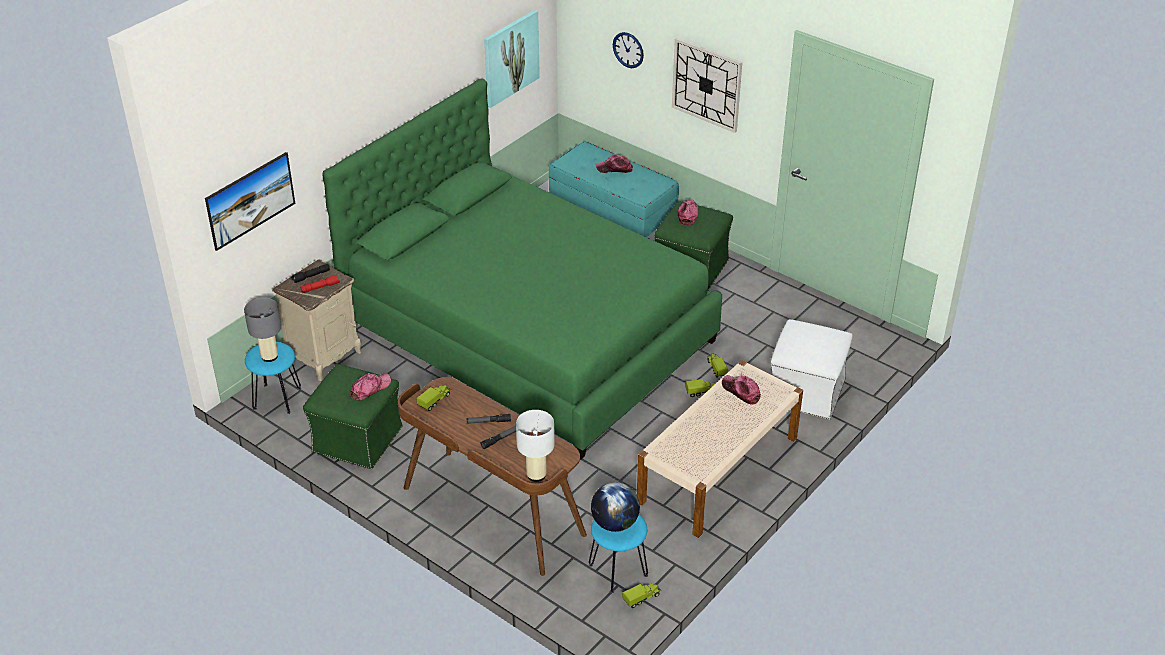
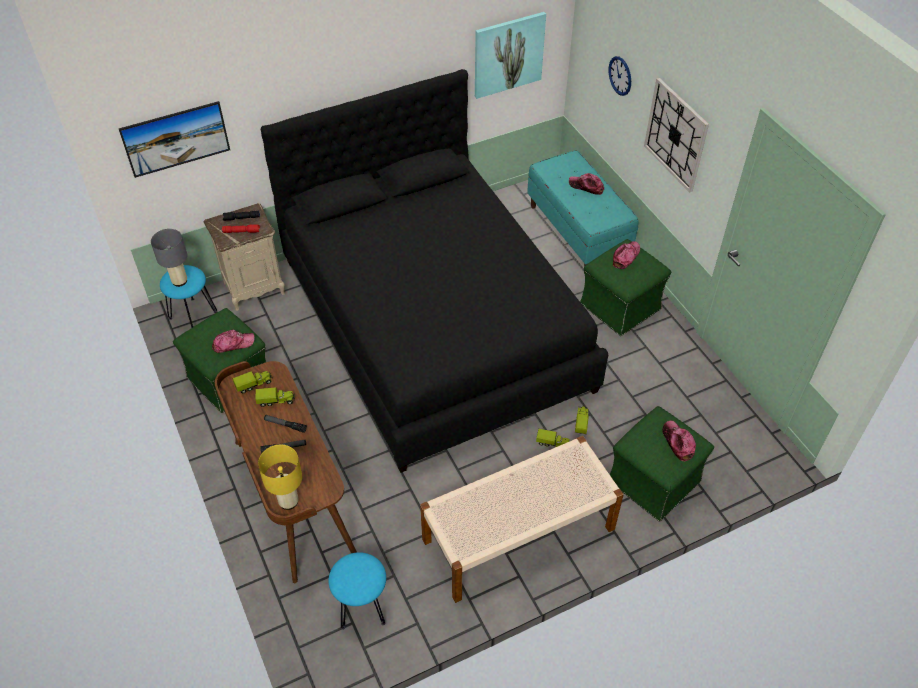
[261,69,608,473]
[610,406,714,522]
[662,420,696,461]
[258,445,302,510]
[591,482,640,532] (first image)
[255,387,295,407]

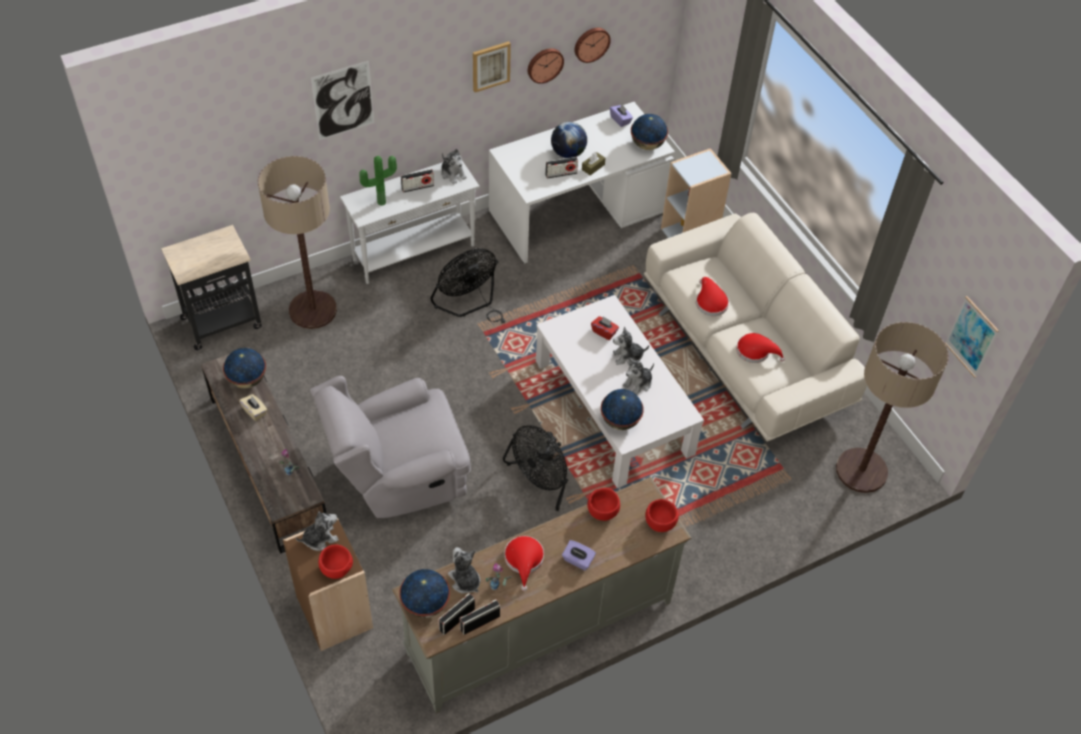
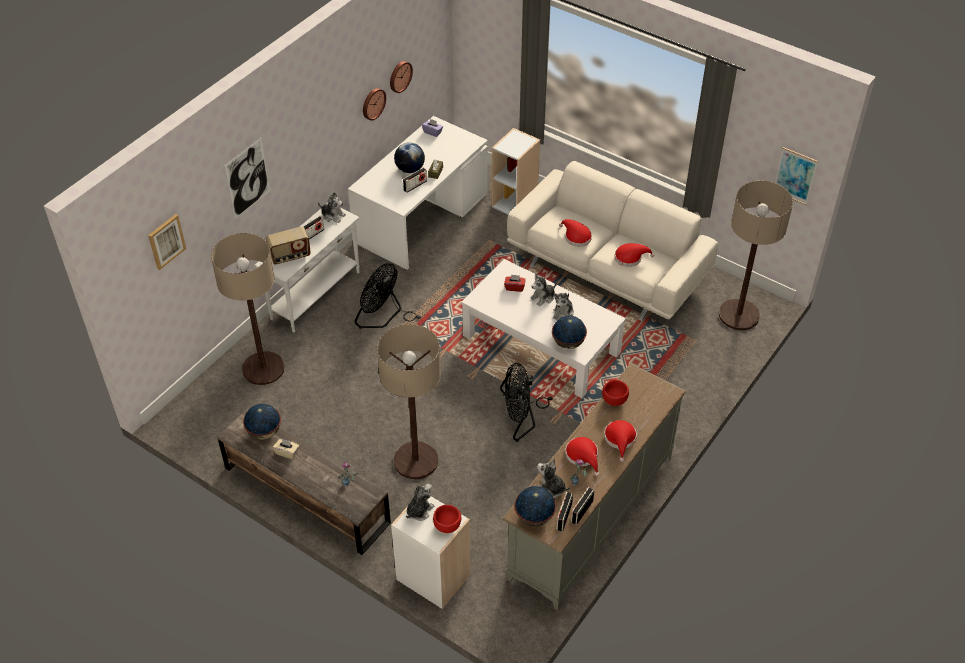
[148,214,186,270]
[631,114,668,150] (first image)
[266,226,311,265]
[161,225,262,350] (first image)
[377,324,441,479]
[500,363,553,442]
[645,499,679,532] (first image)
[391,497,471,609]
[604,420,637,462]

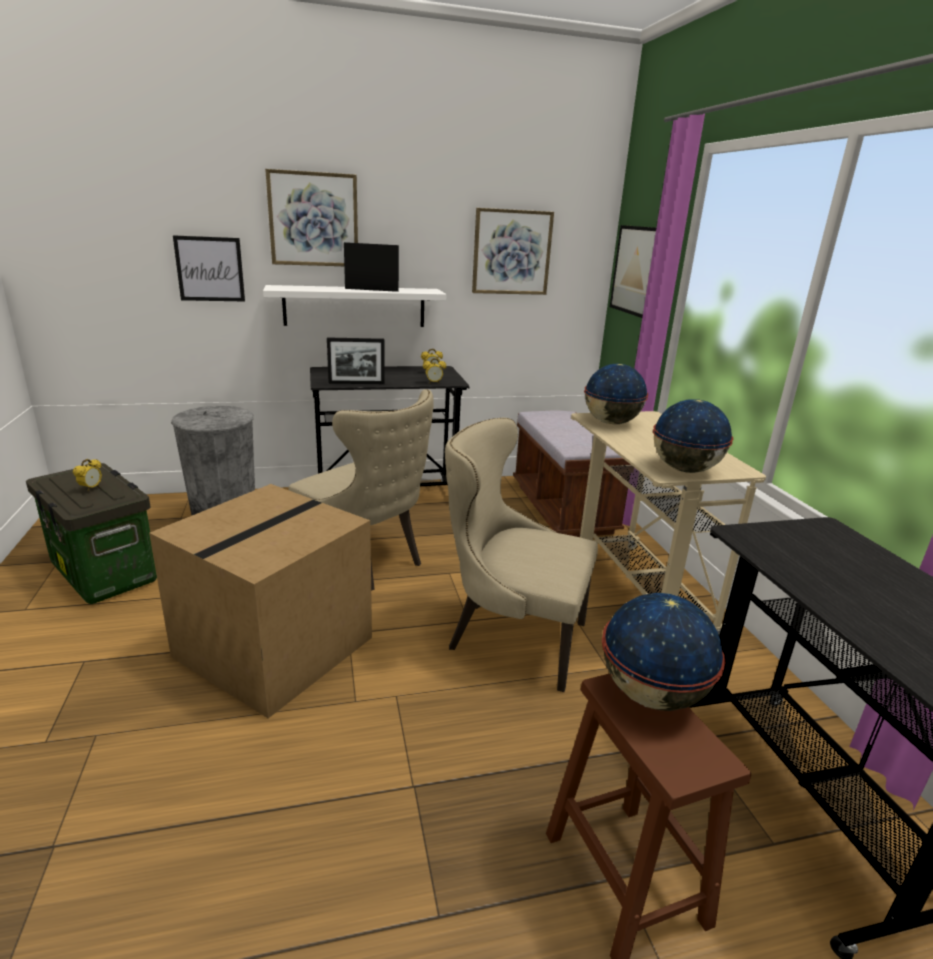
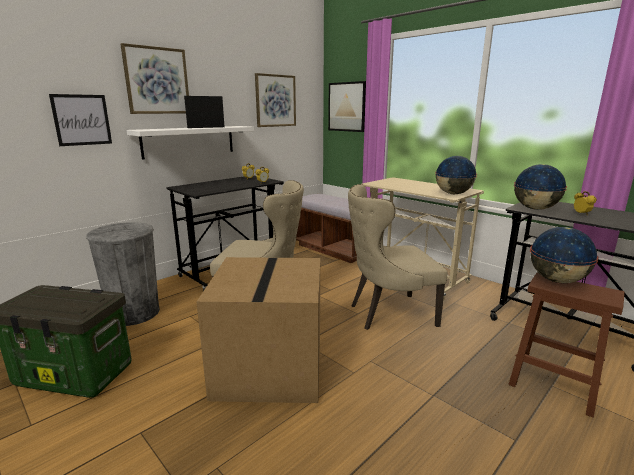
[327,337,385,384] (first image)
[514,164,567,210]
[574,191,597,215]

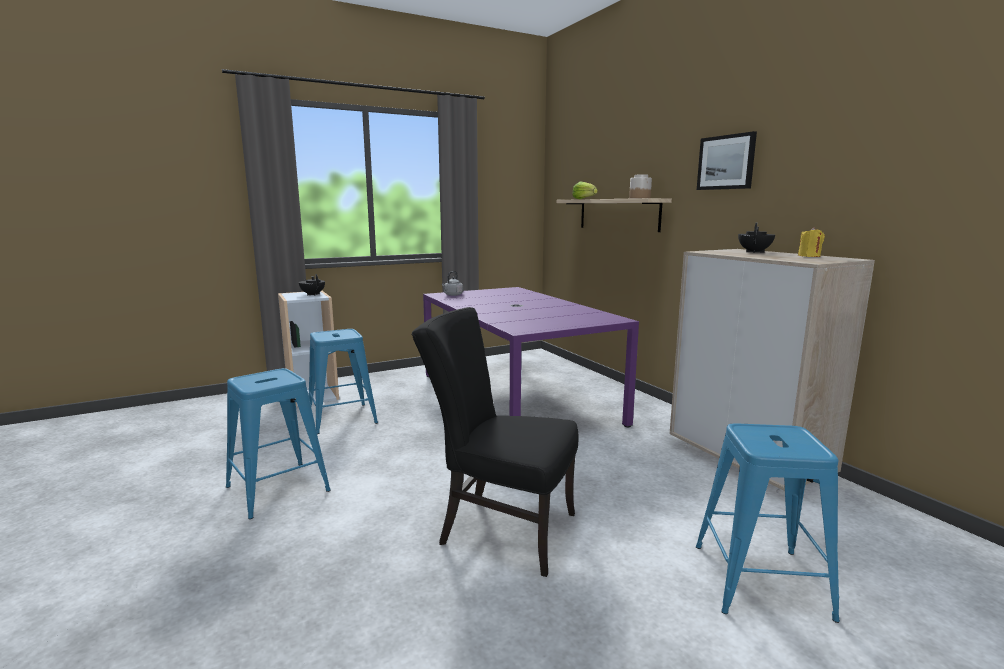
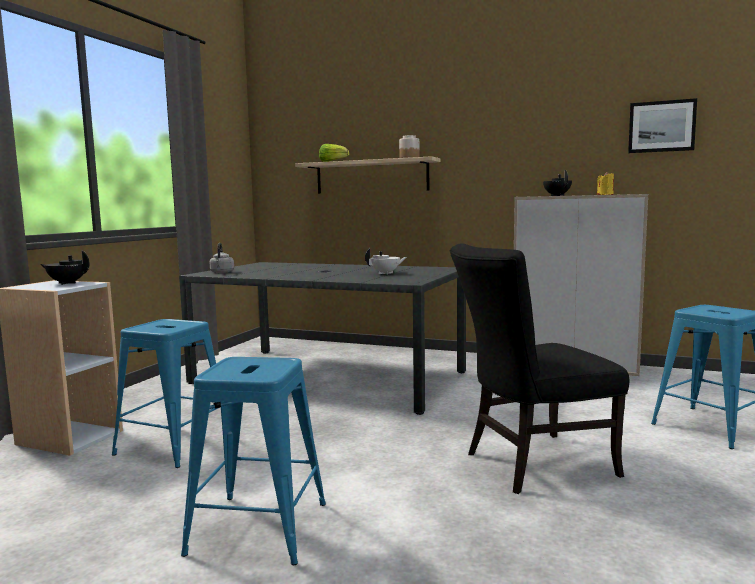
[628,98,697,153]
[179,262,466,415]
[365,248,407,275]

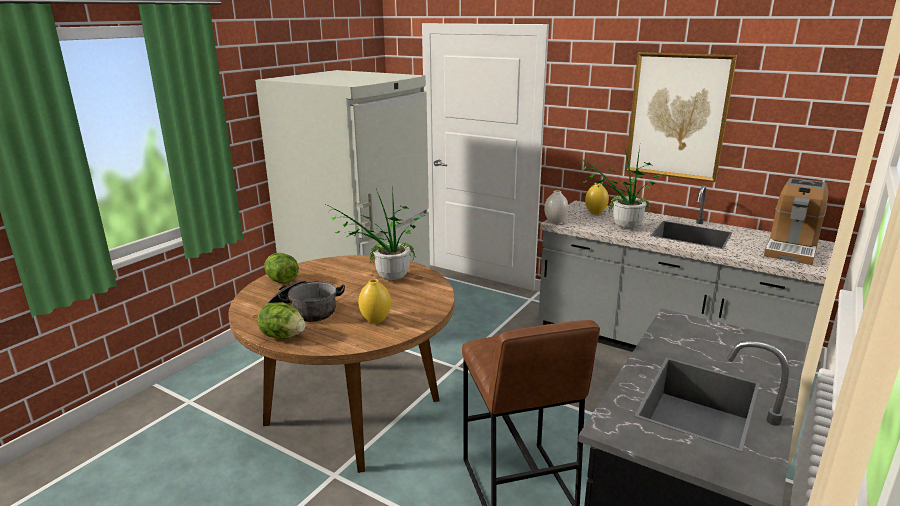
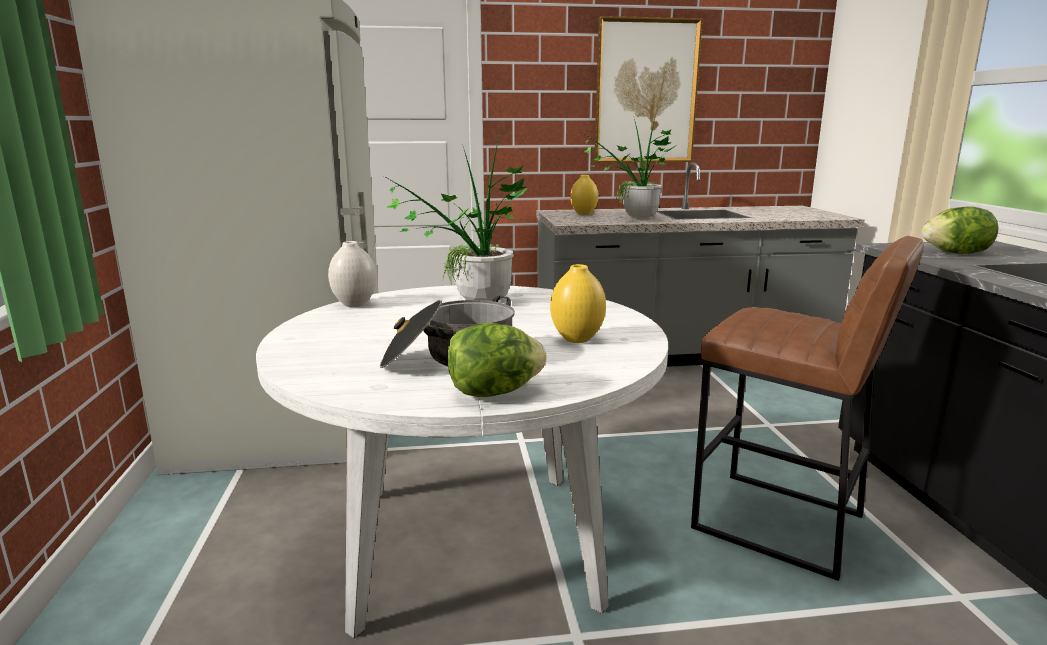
[764,178,829,265] (first image)
[328,241,377,307]
[922,207,999,254]
[256,285,668,638]

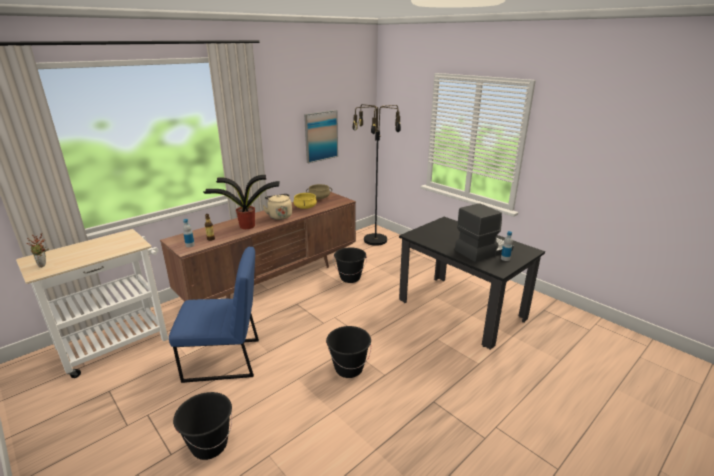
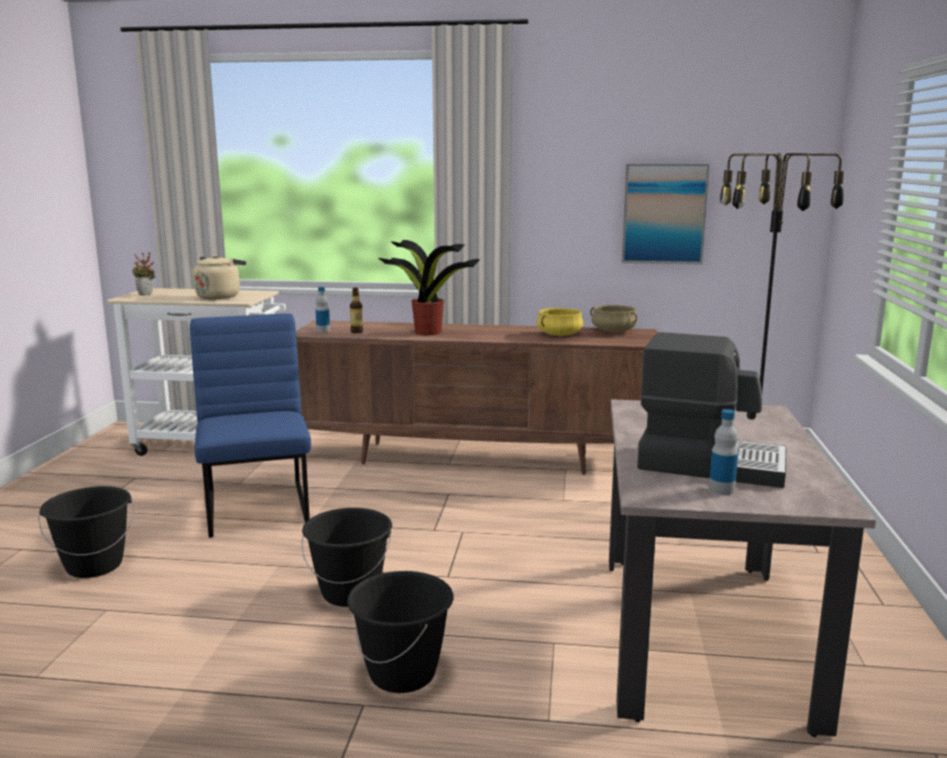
[191,255,246,299]
[609,399,876,737]
[190,313,311,538]
[347,571,453,693]

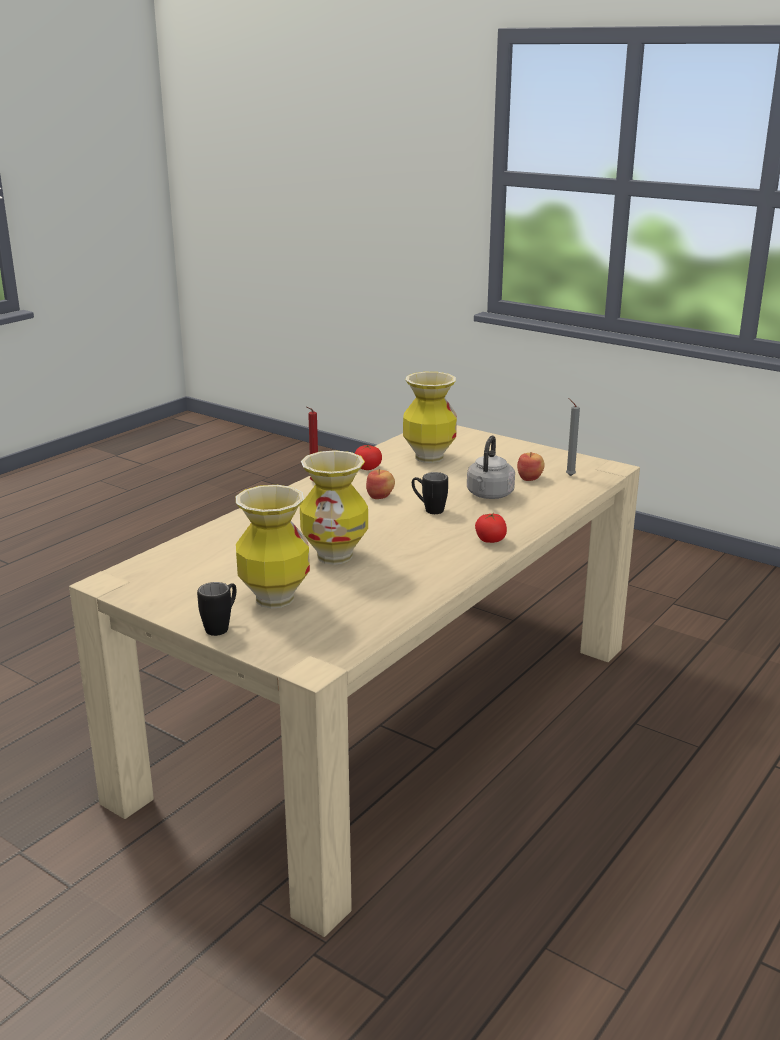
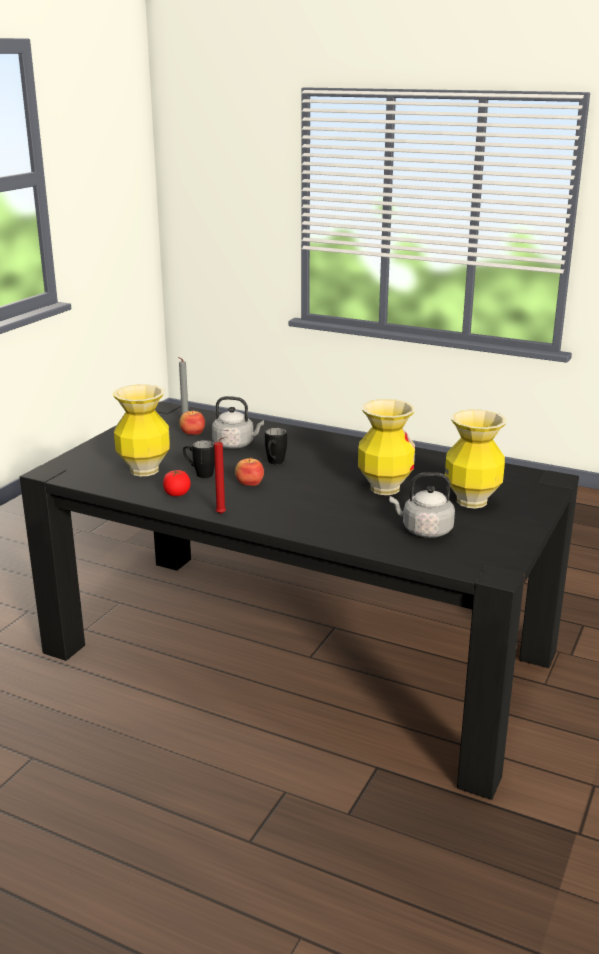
[20,401,579,800]
[475,513,507,543] (first image)
[183,440,215,478]
[389,472,455,538]

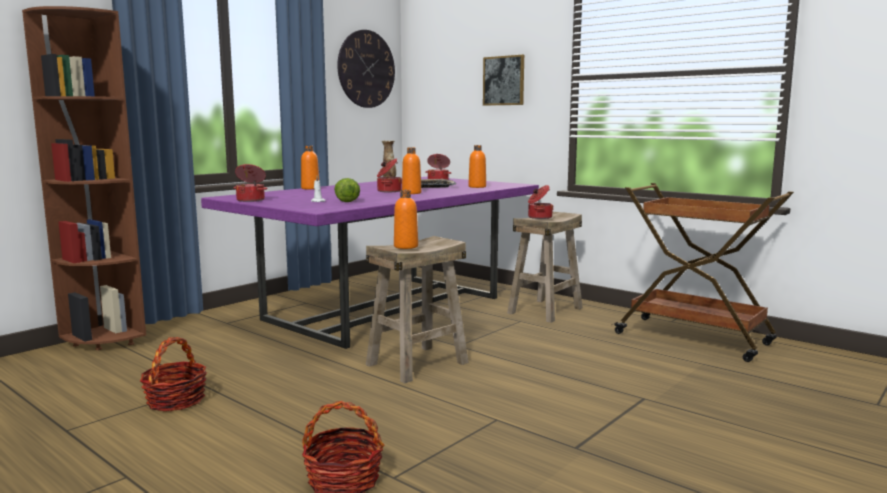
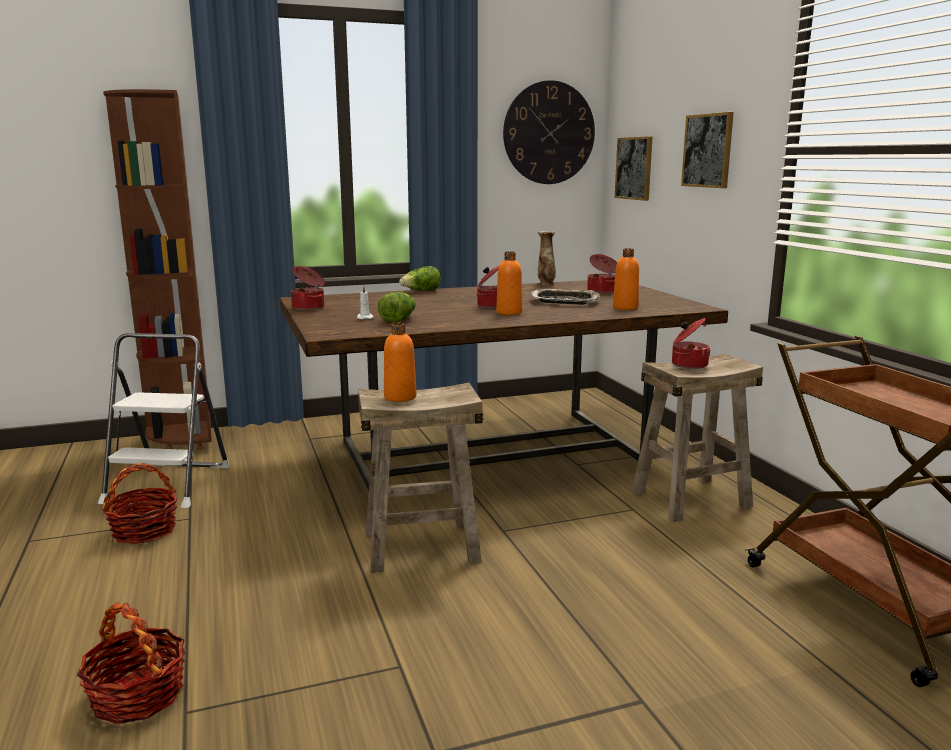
[399,266,441,291]
[280,280,728,491]
[615,136,653,201]
[98,333,229,508]

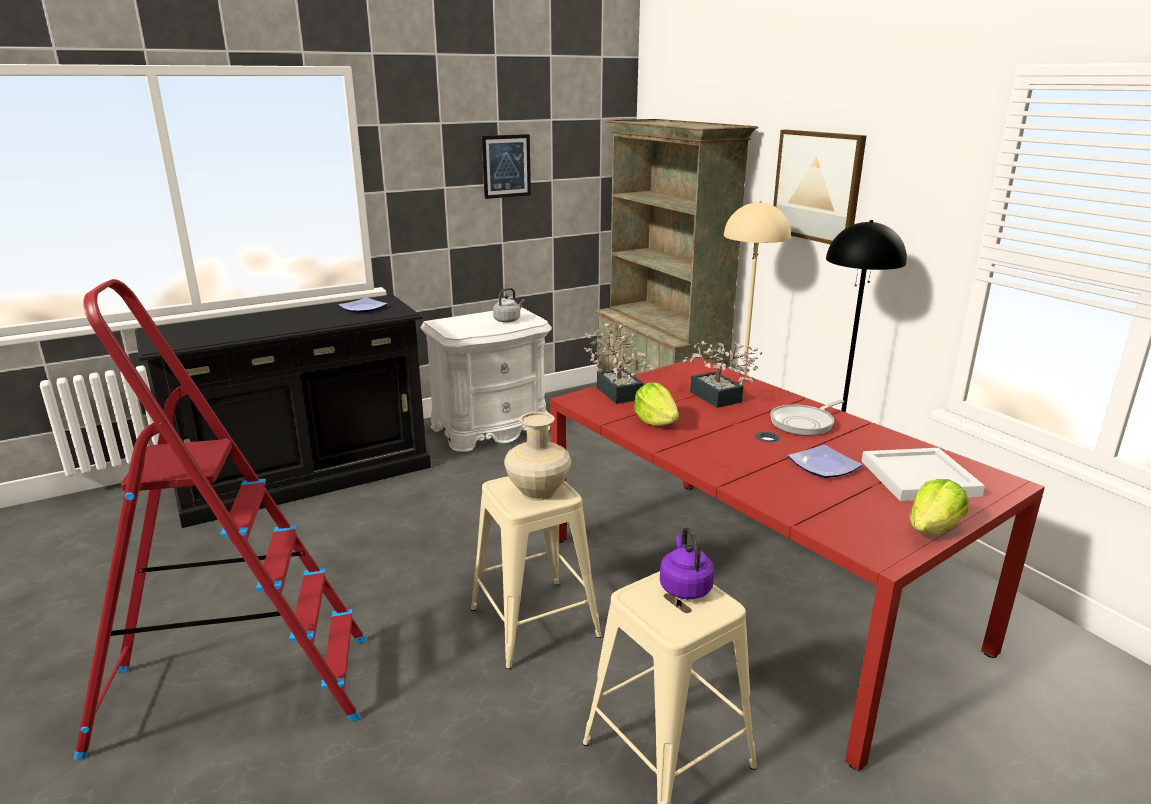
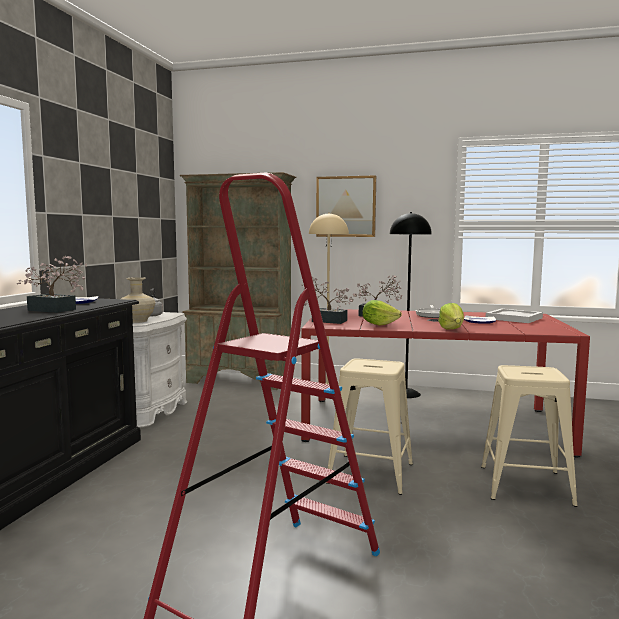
[482,134,531,199] (first image)
[121,277,155,323]
[438,303,464,330]
[660,527,715,599] (first image)
[17,255,87,313]

